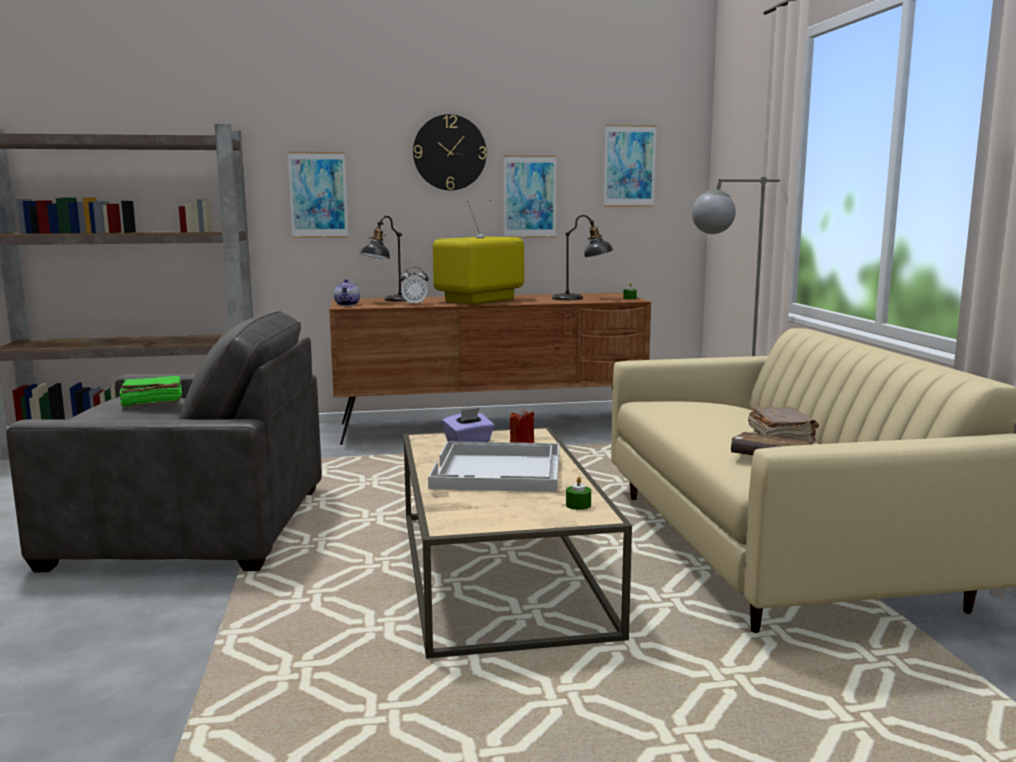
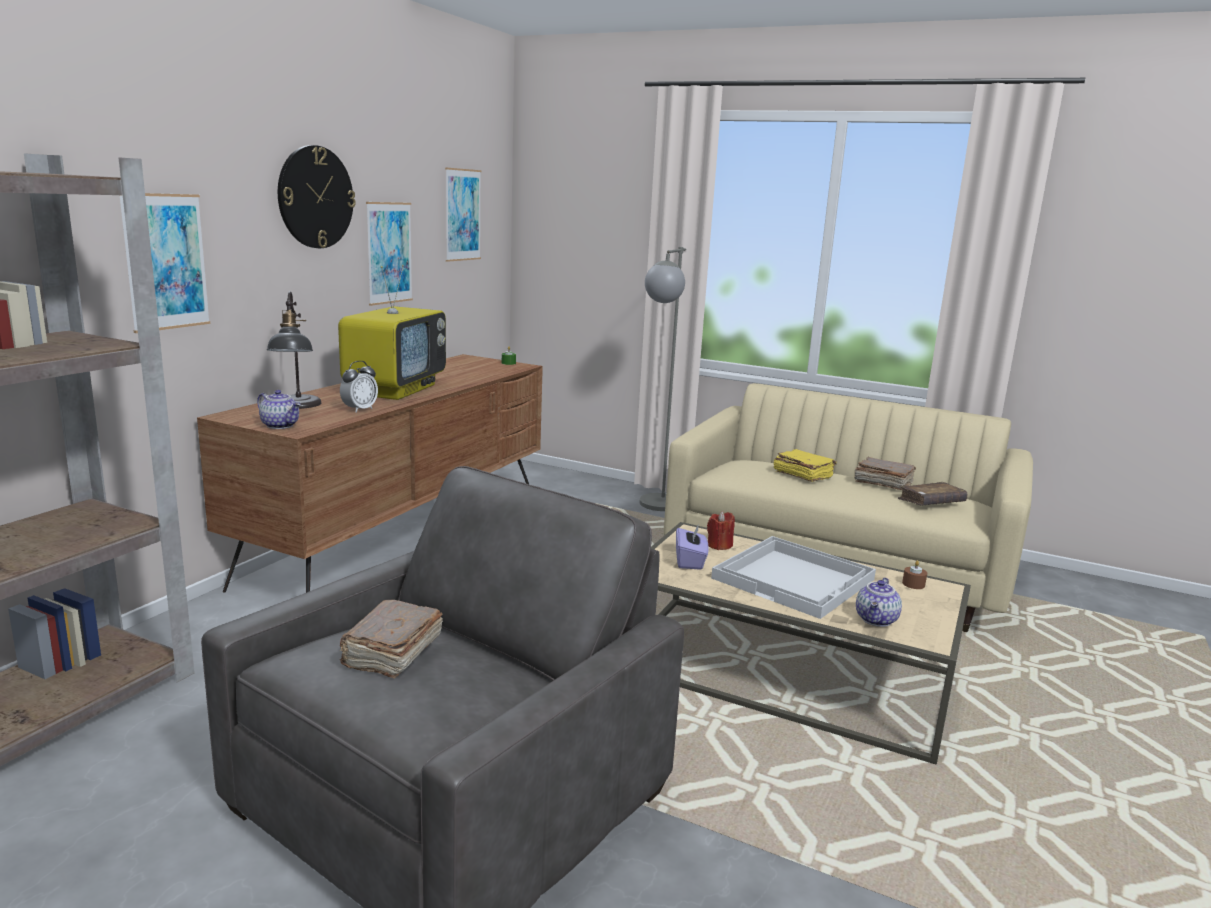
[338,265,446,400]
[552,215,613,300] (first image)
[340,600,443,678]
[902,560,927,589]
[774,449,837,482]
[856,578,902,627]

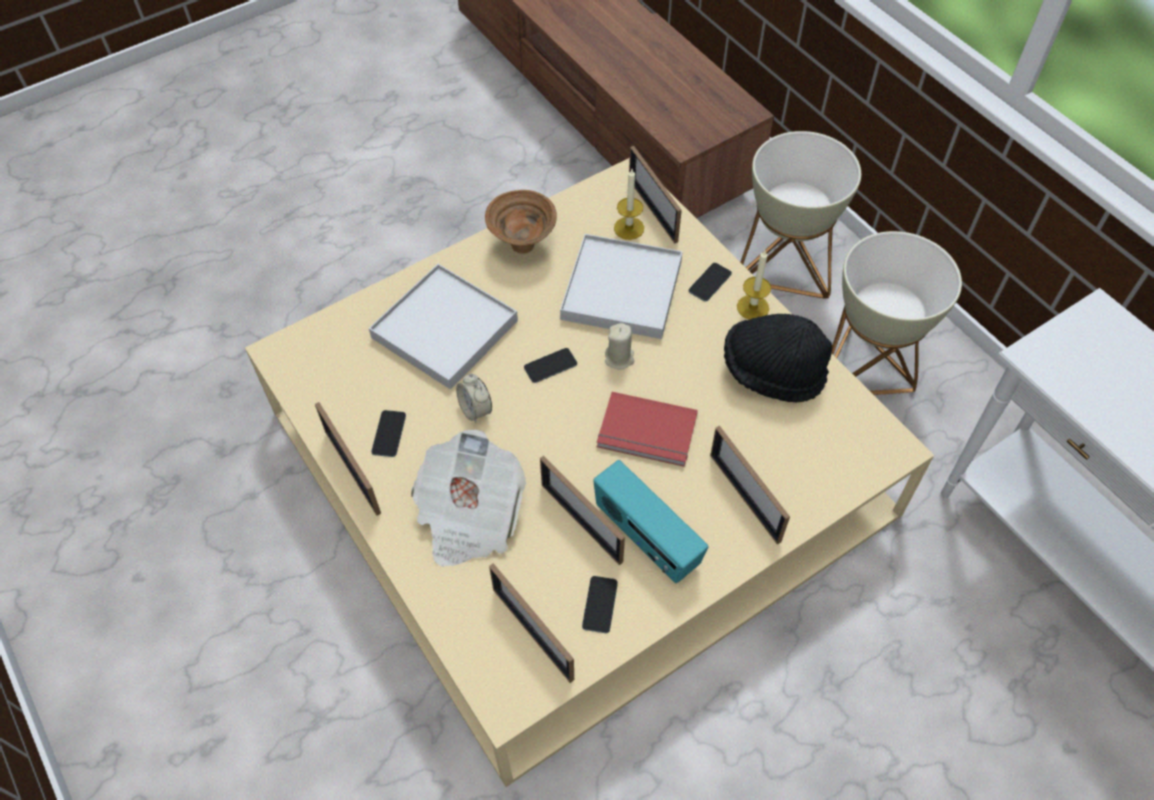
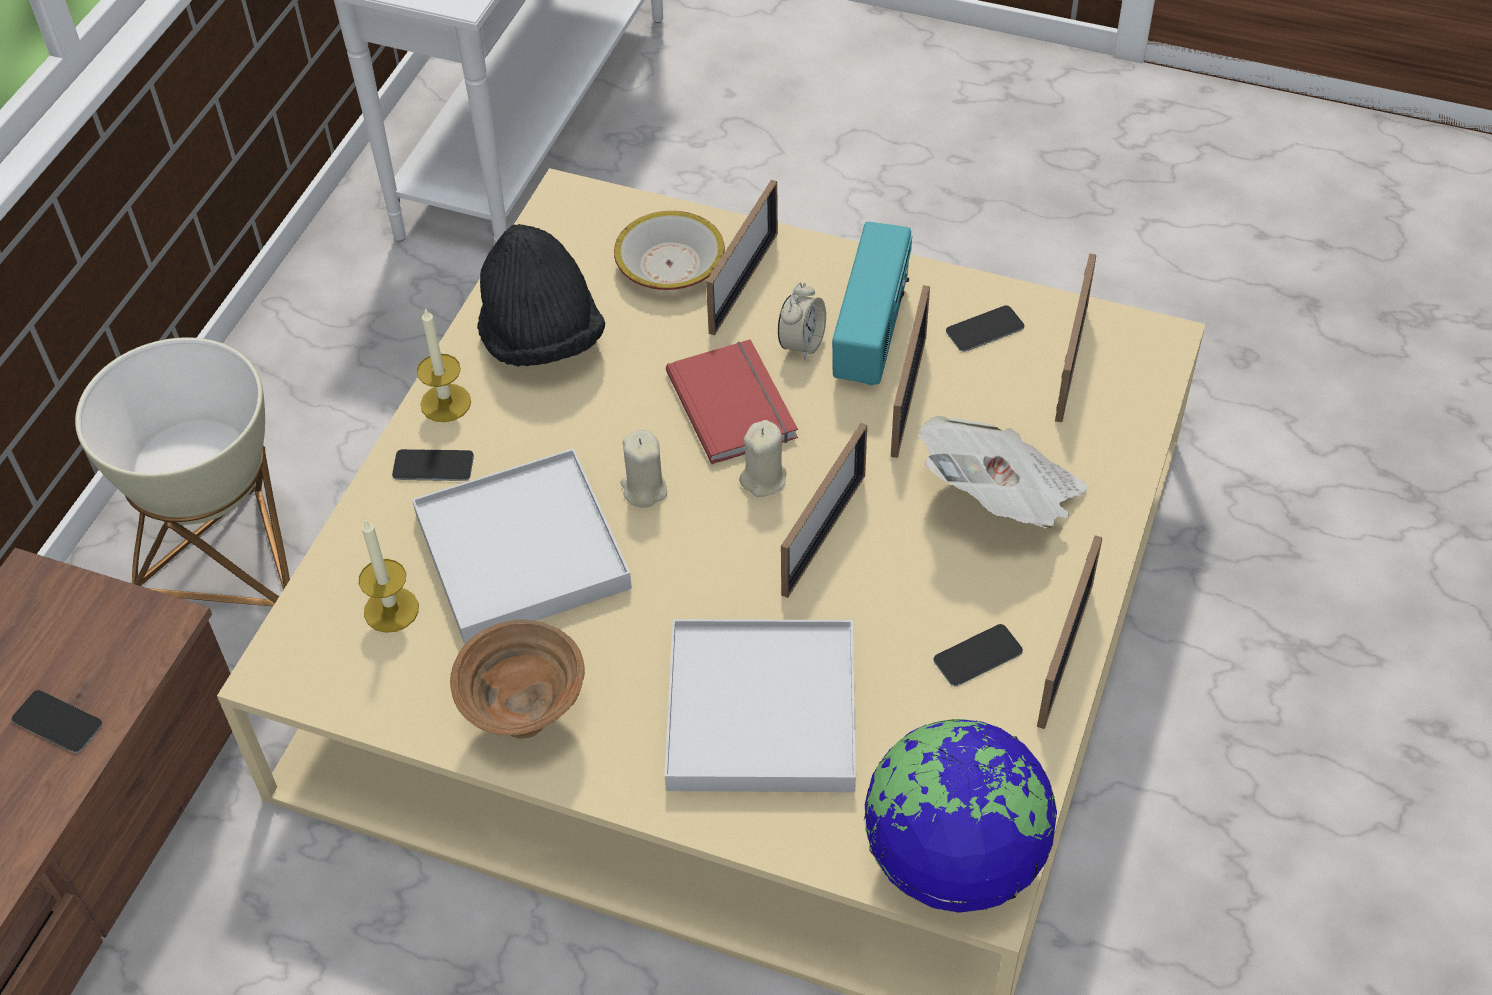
[781,423,867,598]
[832,231,962,395] (first image)
[12,690,103,753]
[778,282,826,360]
[614,211,725,290]
[739,420,787,497]
[864,719,1057,913]

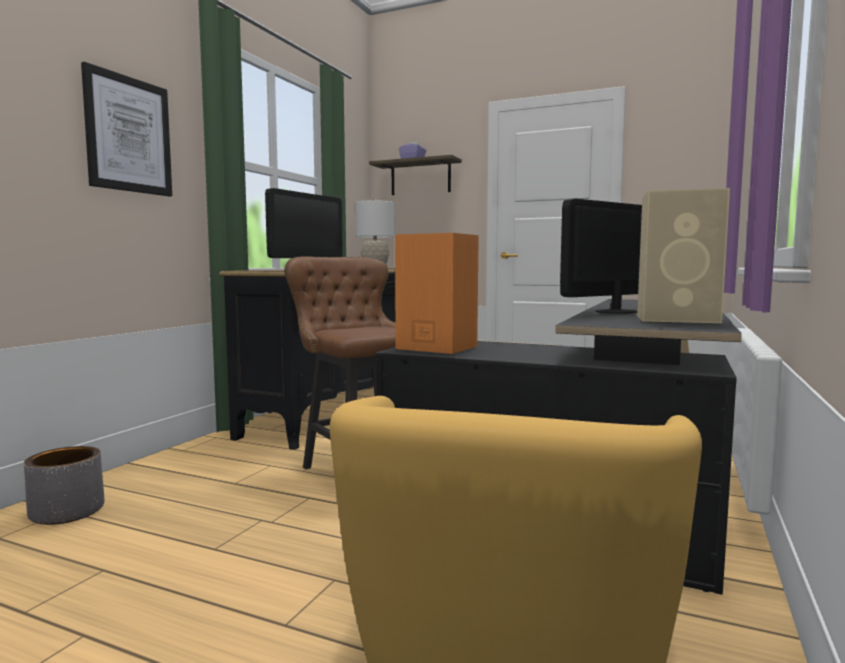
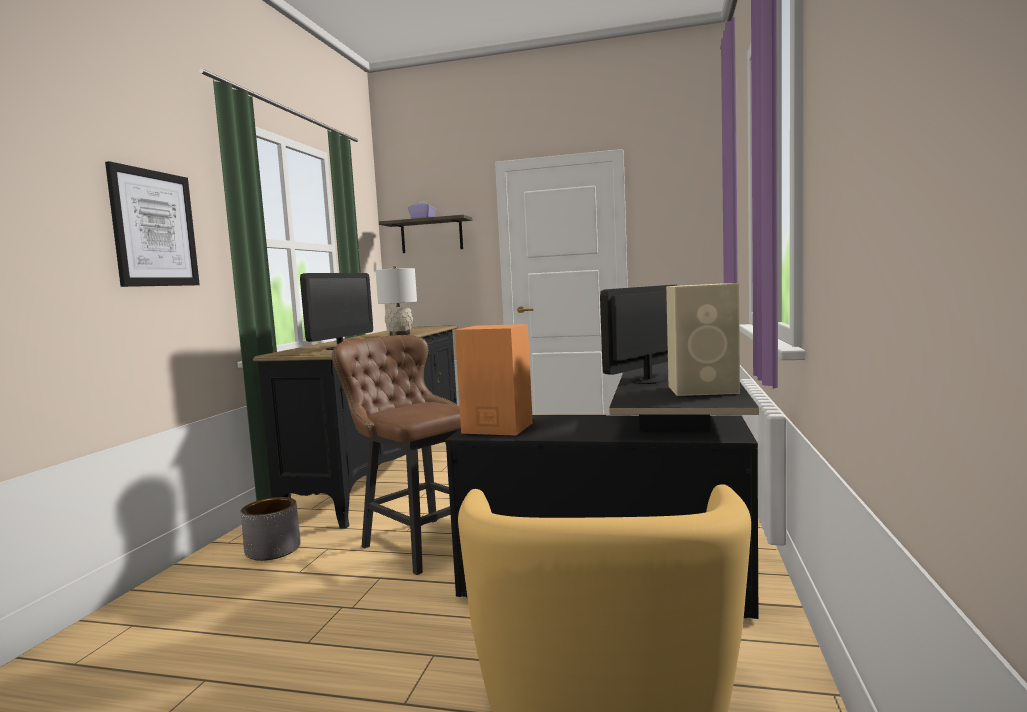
[241,497,301,561]

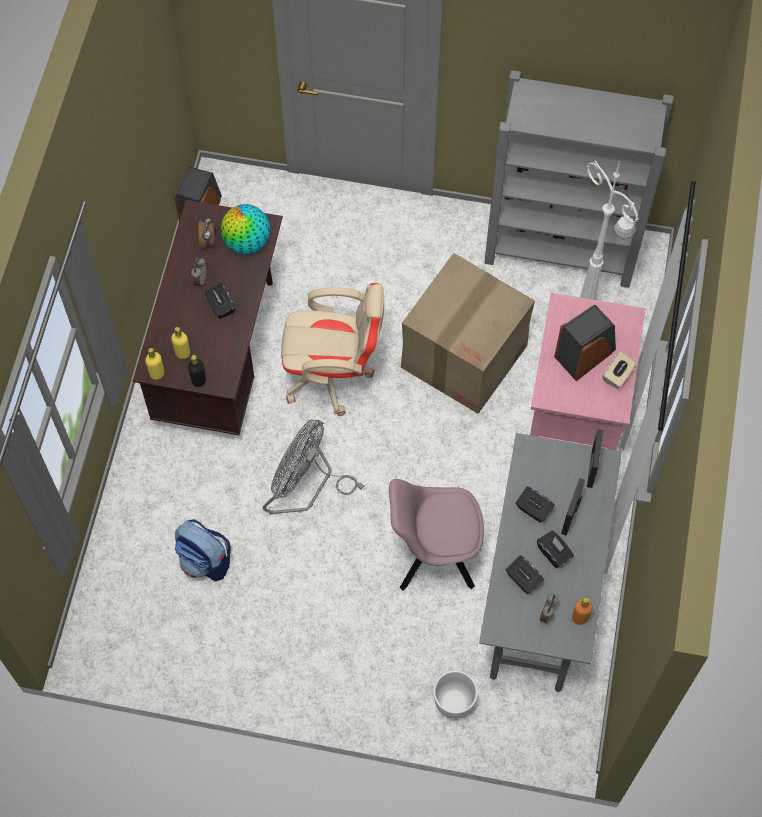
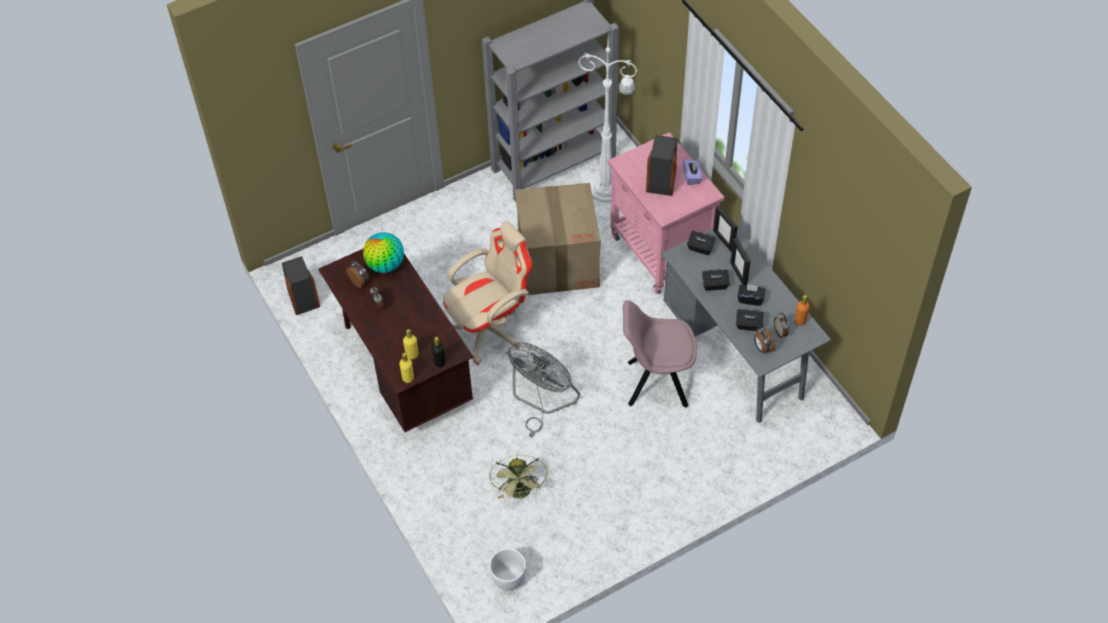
[687,231,716,255]
[683,160,702,185]
[506,342,580,437]
[623,300,697,408]
[489,455,548,501]
[489,549,526,591]
[754,326,775,353]

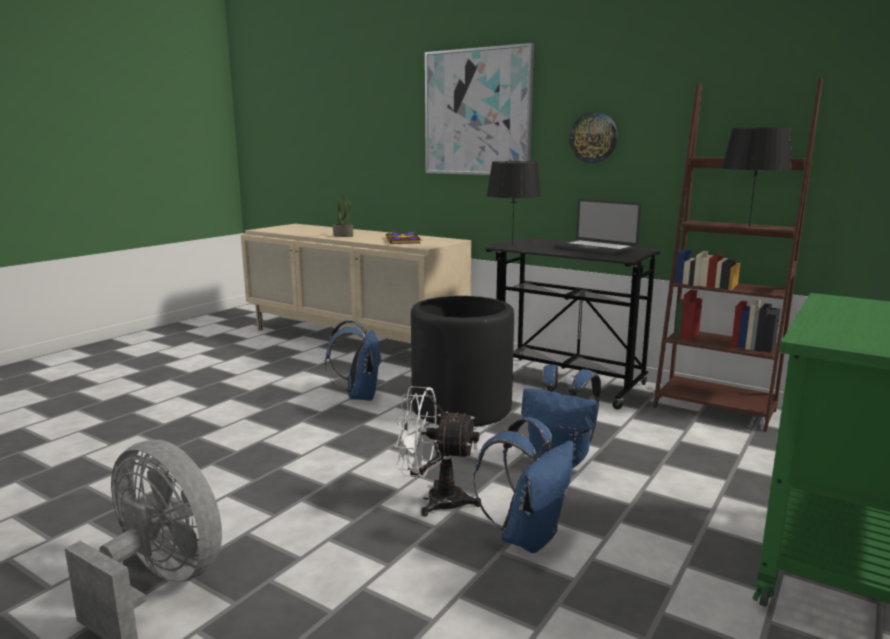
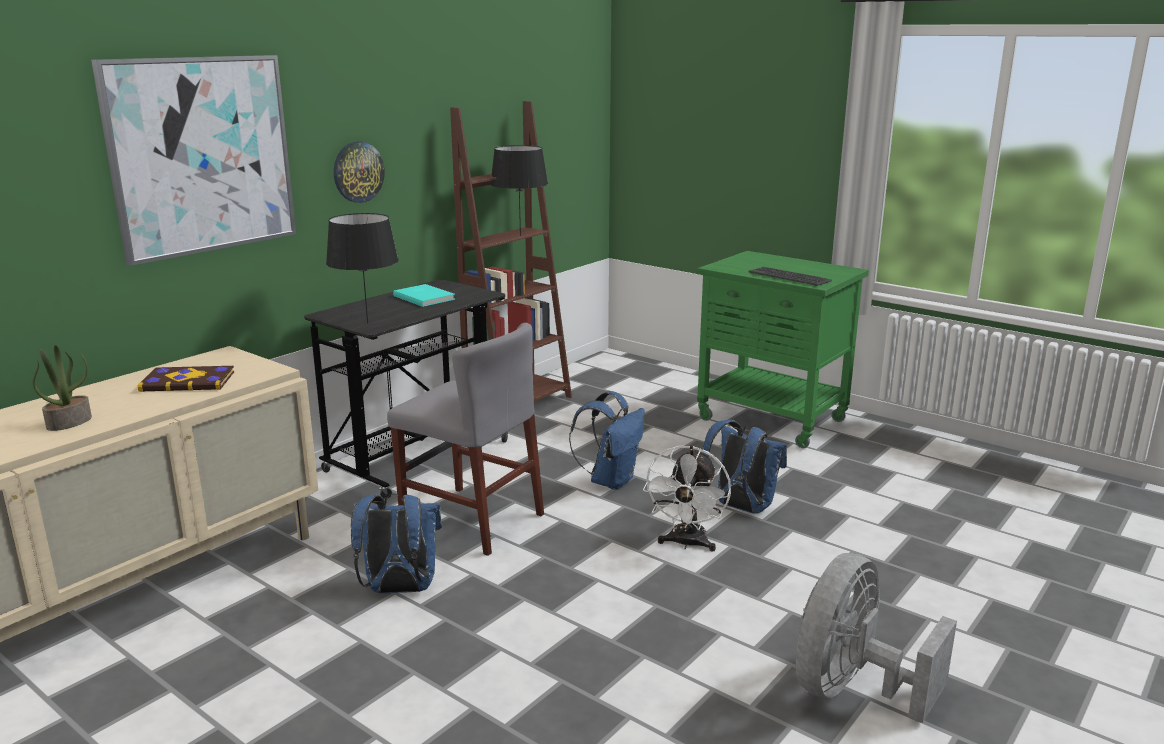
[393,284,455,307]
[387,323,544,556]
[749,267,832,286]

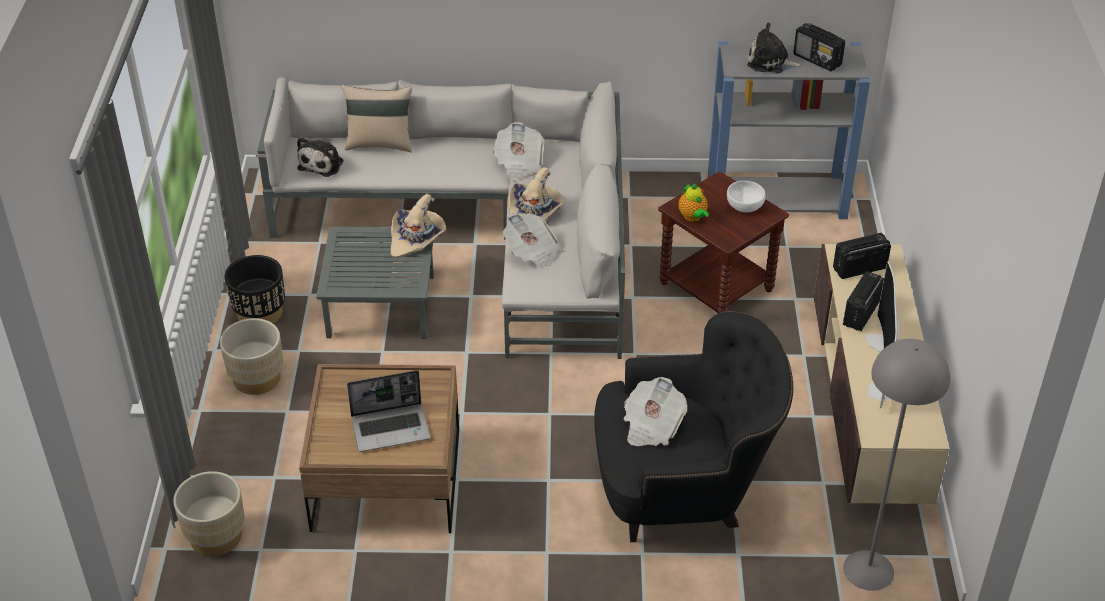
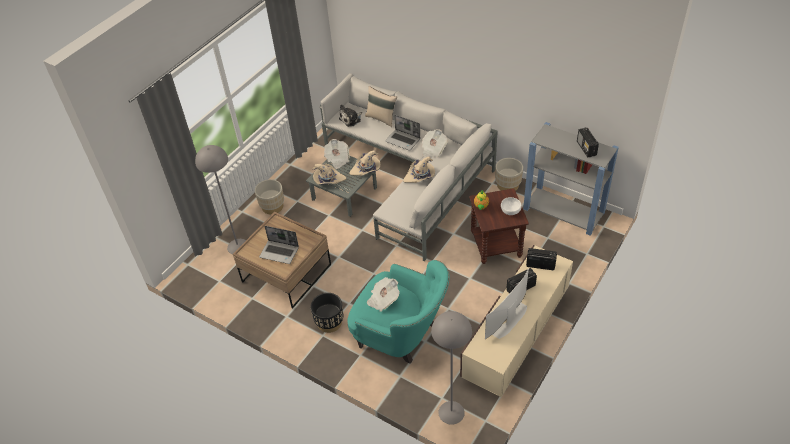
[747,22,803,74] (first image)
[324,139,350,169]
[311,293,343,333]
[347,260,449,364]
[495,158,523,191]
[385,115,420,151]
[195,145,246,254]
[313,164,346,185]

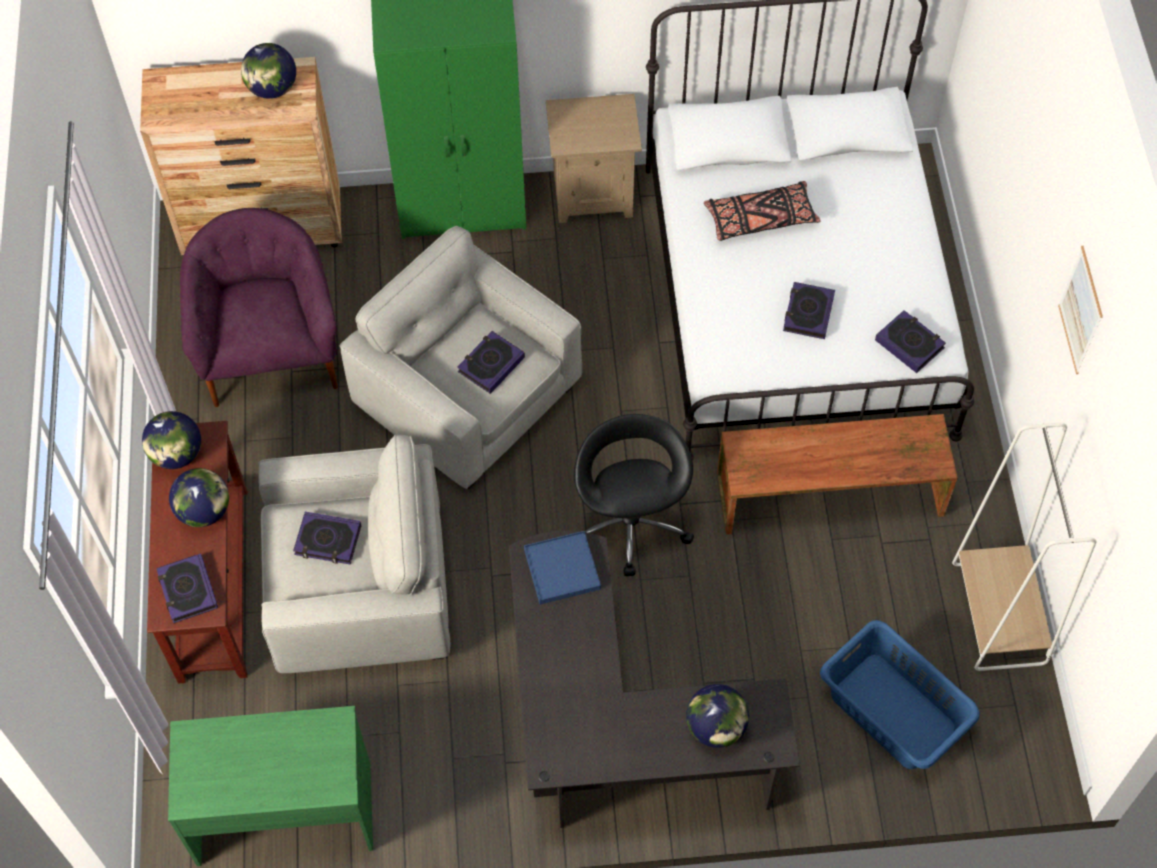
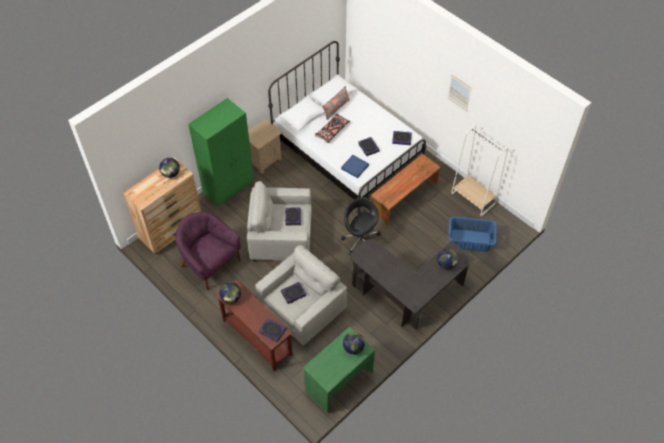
[343,332,365,354]
[341,155,369,178]
[322,86,350,120]

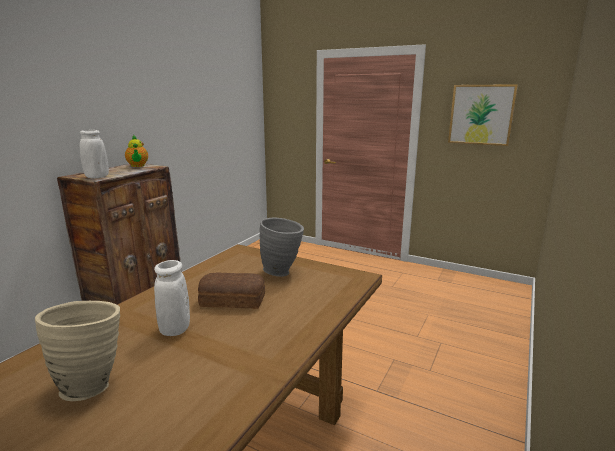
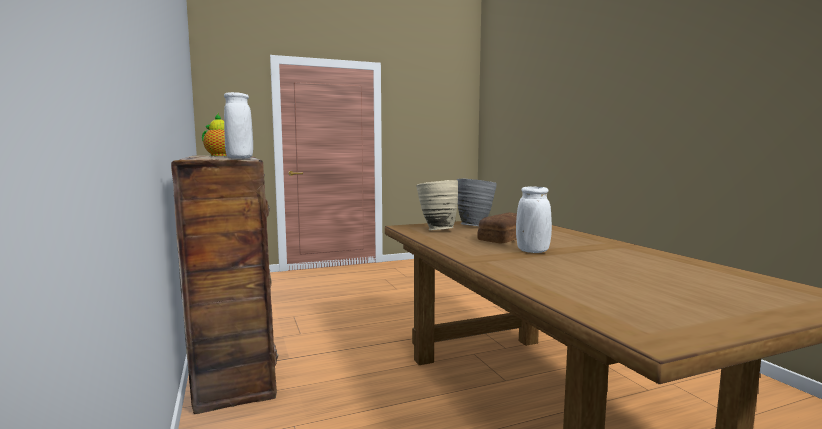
[448,84,518,146] (first image)
[416,180,458,230]

